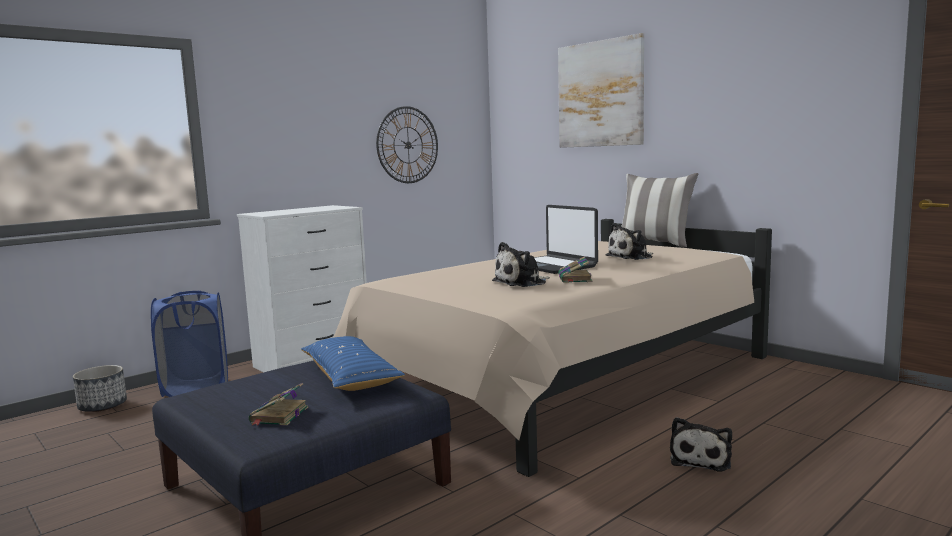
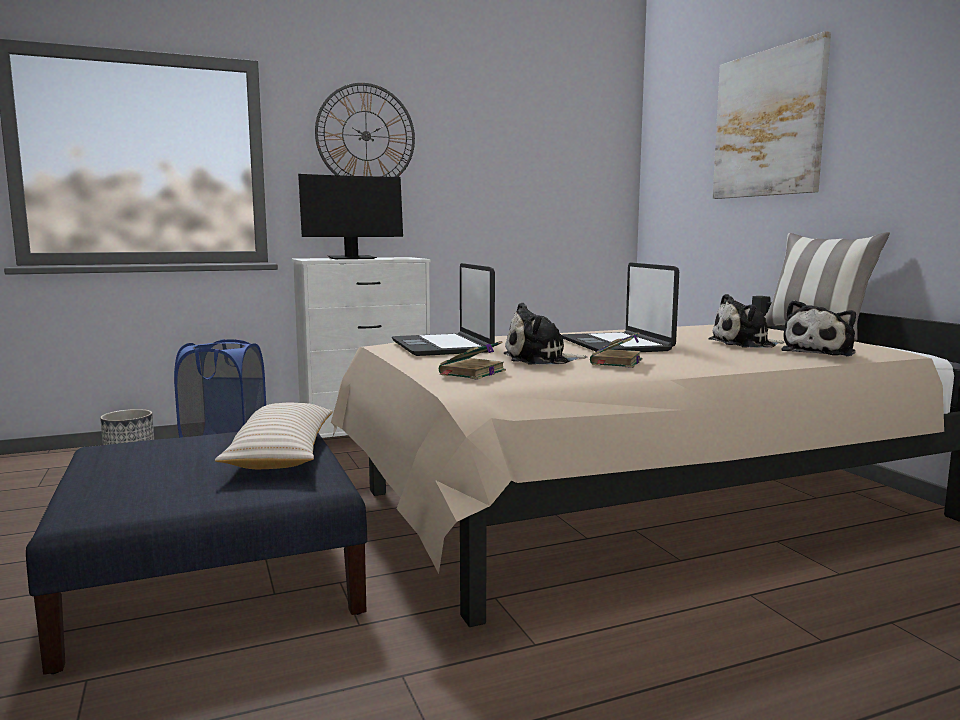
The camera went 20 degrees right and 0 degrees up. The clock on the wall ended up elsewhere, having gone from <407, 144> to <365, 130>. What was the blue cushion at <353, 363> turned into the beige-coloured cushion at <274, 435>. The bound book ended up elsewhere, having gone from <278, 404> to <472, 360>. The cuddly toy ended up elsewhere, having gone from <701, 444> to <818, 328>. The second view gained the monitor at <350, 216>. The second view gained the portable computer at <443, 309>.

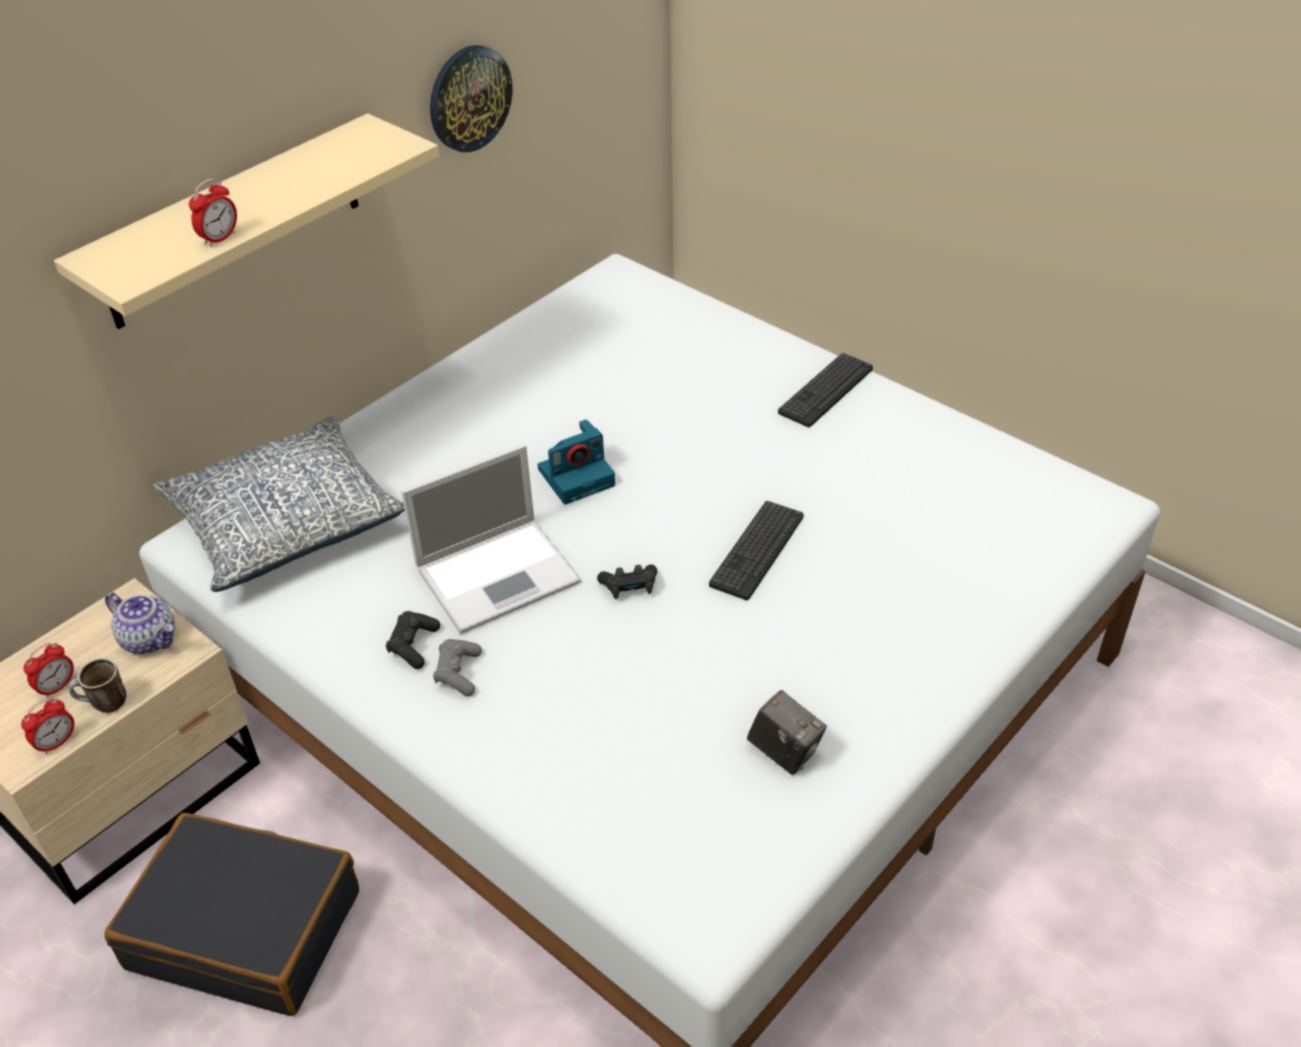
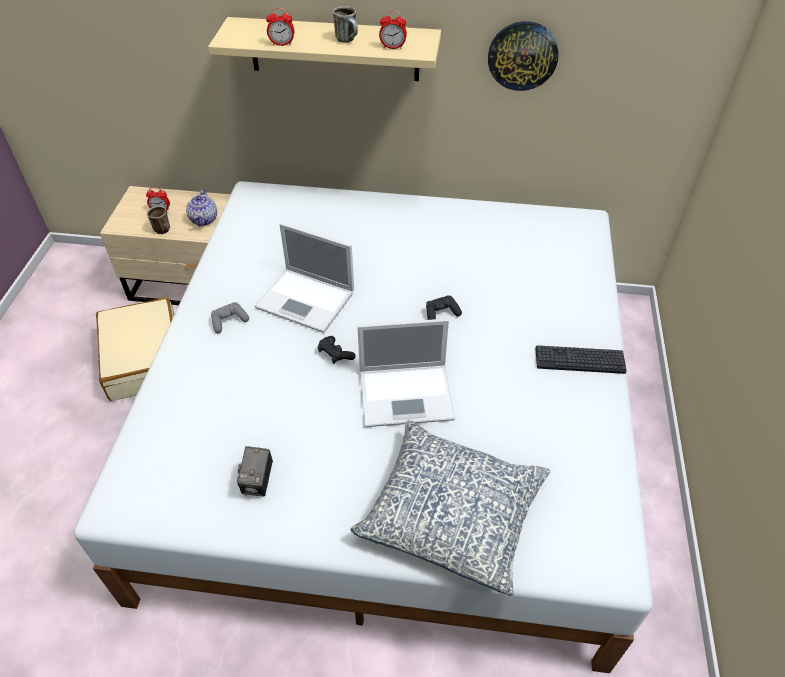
The camera went 55 degrees right and 5 degrees up. The cushion ended up elsewhere, having gone from <279, 504> to <450, 508>. The second view lost the photo camera at <576, 462>. Where the PC keyboard stood at <756, 550>, the portable computer came to stand at <406, 372>. The black joypad ended up elsewhere, having gone from <413, 640> to <444, 308>. The bedside clock ended up elsewhere, having gone from <47, 726> to <393, 30>. What was the black piece of luggage at <231, 914> turned into the beige-coloured piece of luggage at <135, 349>. The second view gained the coffee mug at <345, 24>.

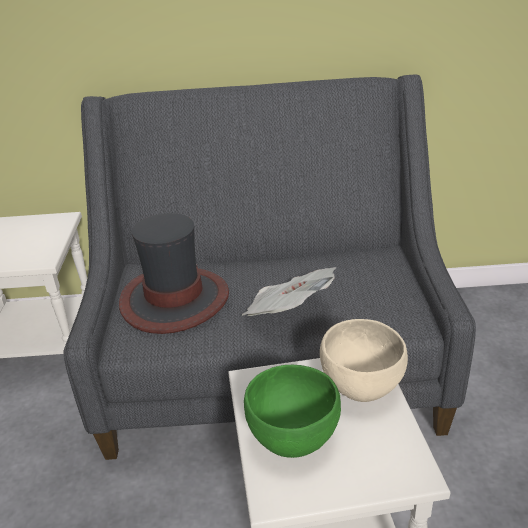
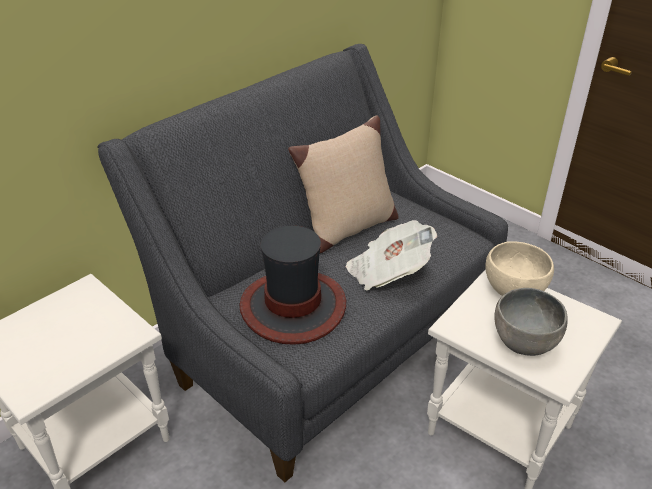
The camera went 45 degrees left and 5 degrees up. What was the green-coloured bowl at <292, 411> turned into the gray bowl at <531, 322>. The second view gained the beige-coloured cushion at <343, 184>.

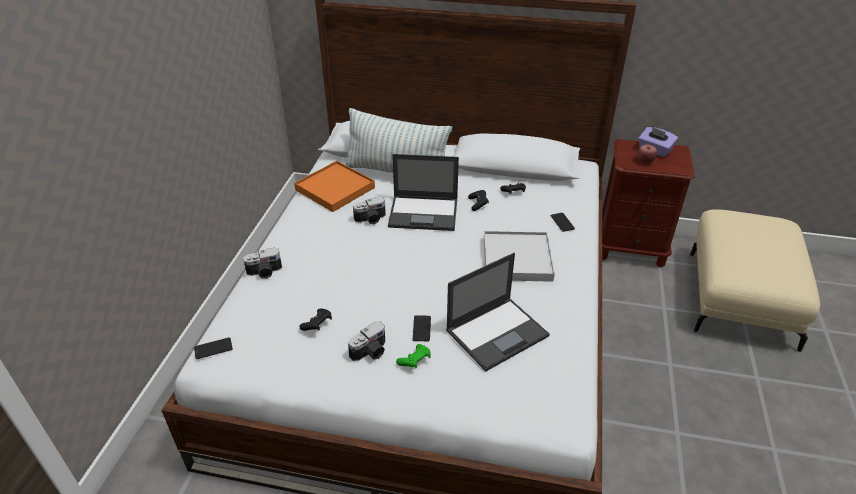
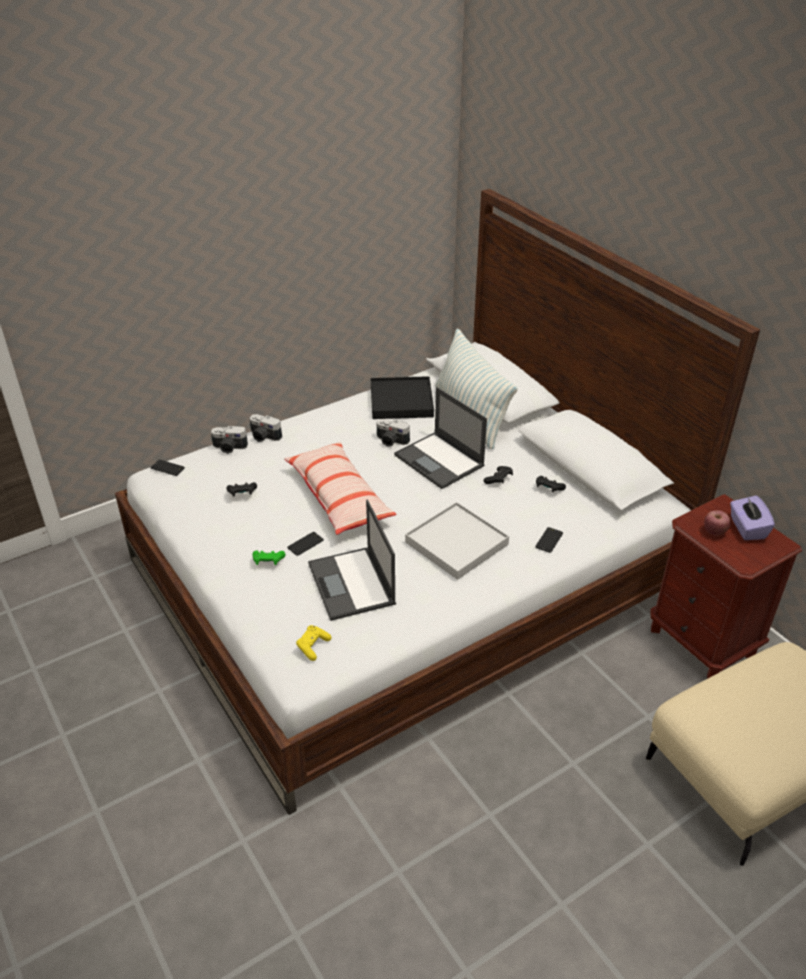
The camera went 45 degrees right and 0 degrees up. What was the orange carrying tray at <334, 186> turned into the black carrying tray at <402, 397>. The portable computer at <498, 312> ended up facing another way, 60 degrees clockwise from before. The photo camera ended up elsewhere, having gone from <366, 341> to <229, 440>. The second view gained the cushion at <340, 488>. The second view gained the yellow joypad at <313, 643>.

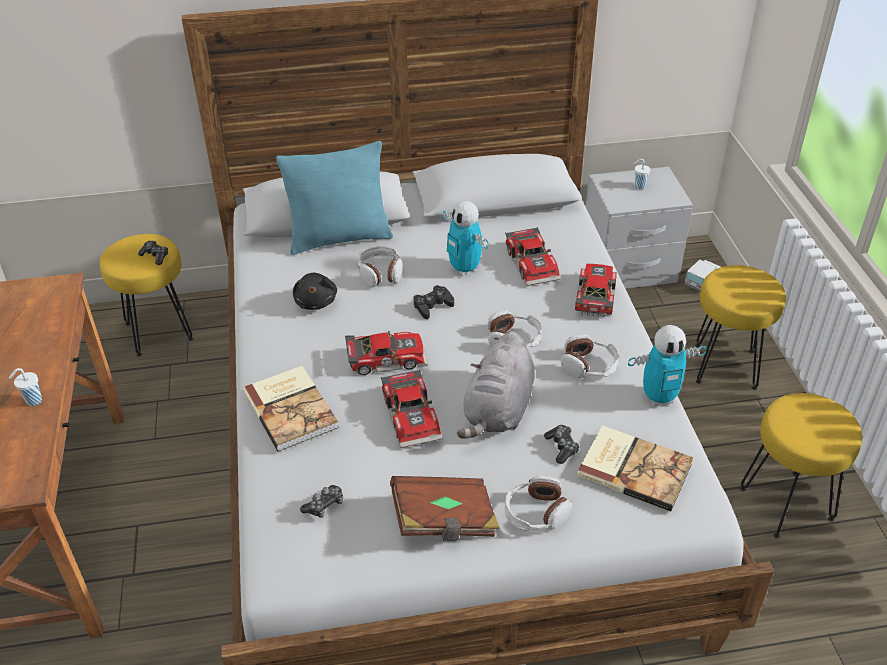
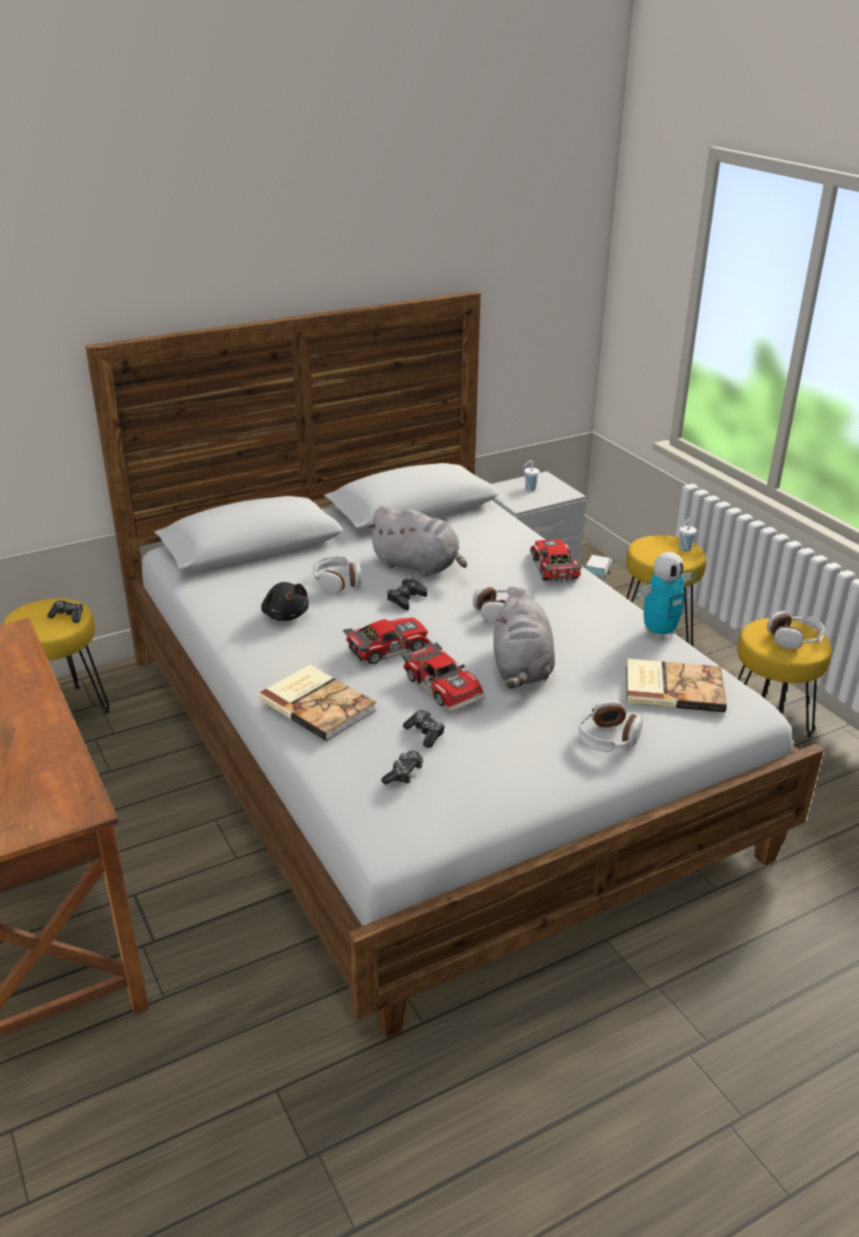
The camera went 20 degrees left and 10 degrees down. The second view lost the turquoise-coloured cushion at <334, 198>. Where the toy robot stood at <466, 238>, the gray cuddly toy came to stand at <417, 541>. The second view lost the model car at <532, 256>. The pair of headphones ended up elsewhere, having gone from <590, 356> to <796, 630>. The whitish small cup ended up elsewhere, having gone from <25, 387> to <688, 535>. The joypad ended up elsewhere, having gone from <562, 444> to <424, 729>. The second view lost the brownish bound book at <445, 508>.

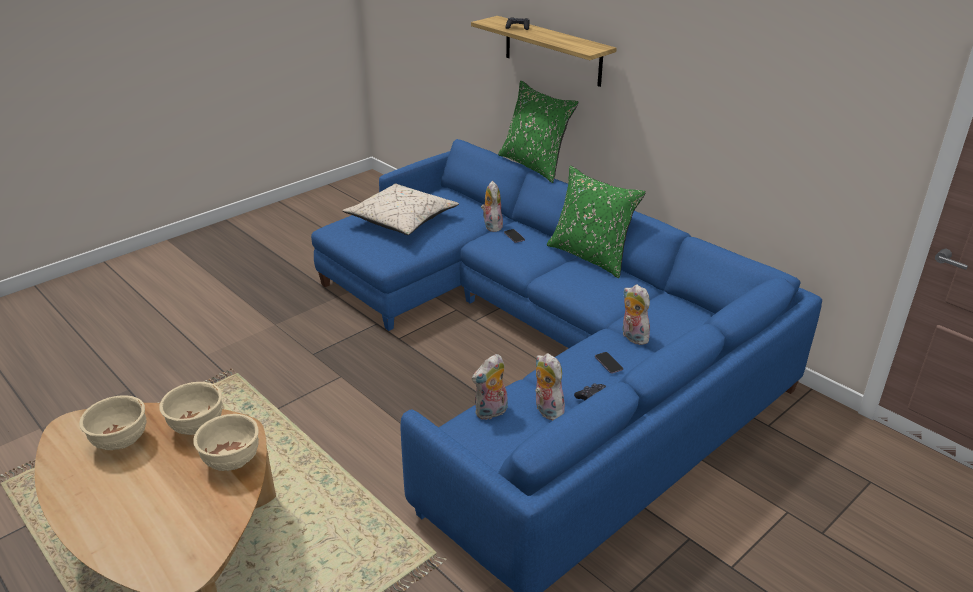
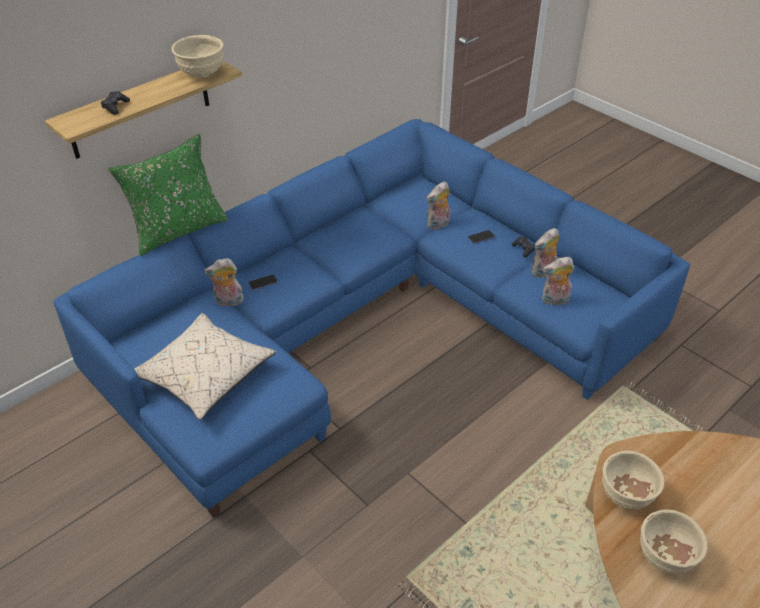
The camera went 90 degrees left and 10 degrees up. The second view lost the green-coloured cushion at <596, 221>. The cuddly toy at <490, 387> ended up facing another way, 120 degrees clockwise from before. The beige-coloured bowl ended up elsewhere, having gone from <226, 442> to <197, 56>.

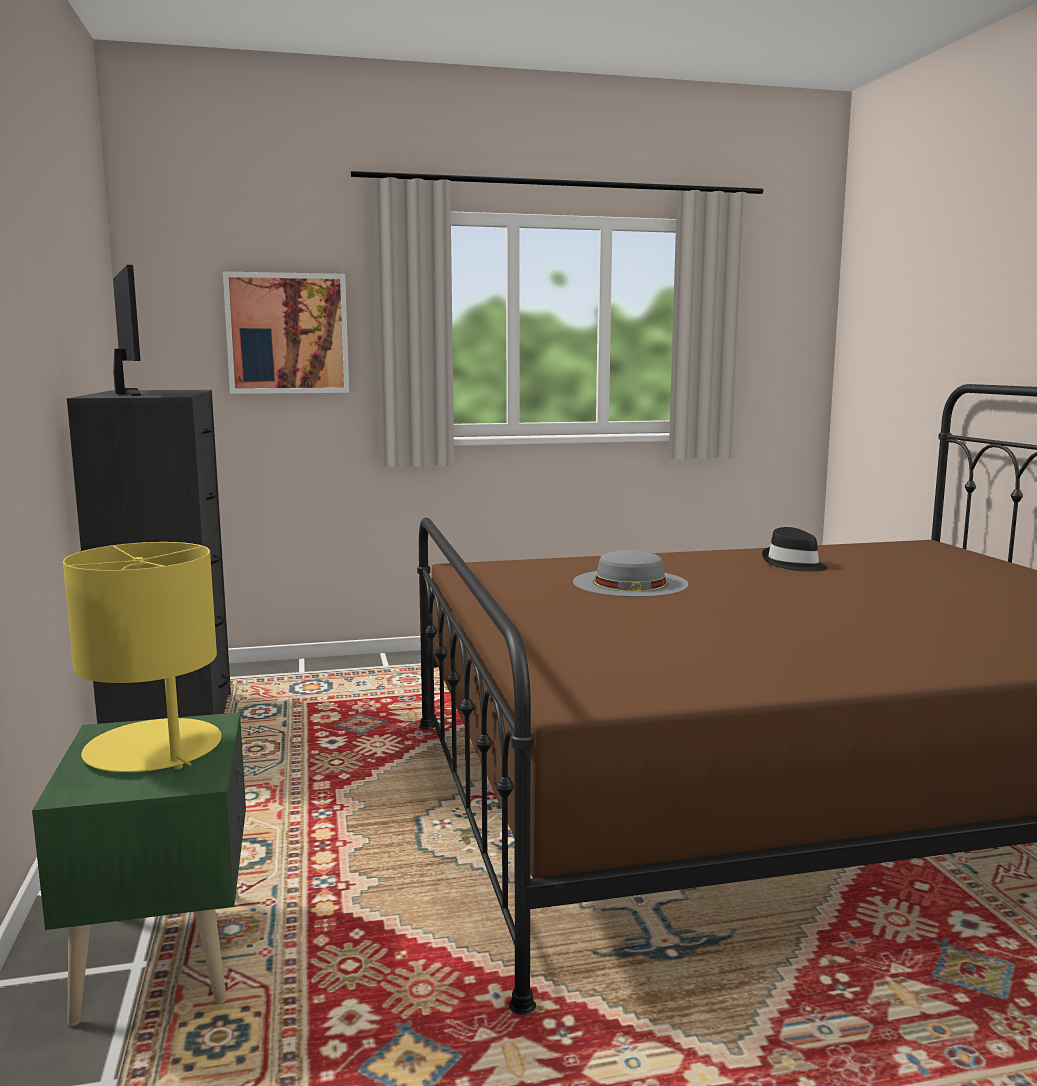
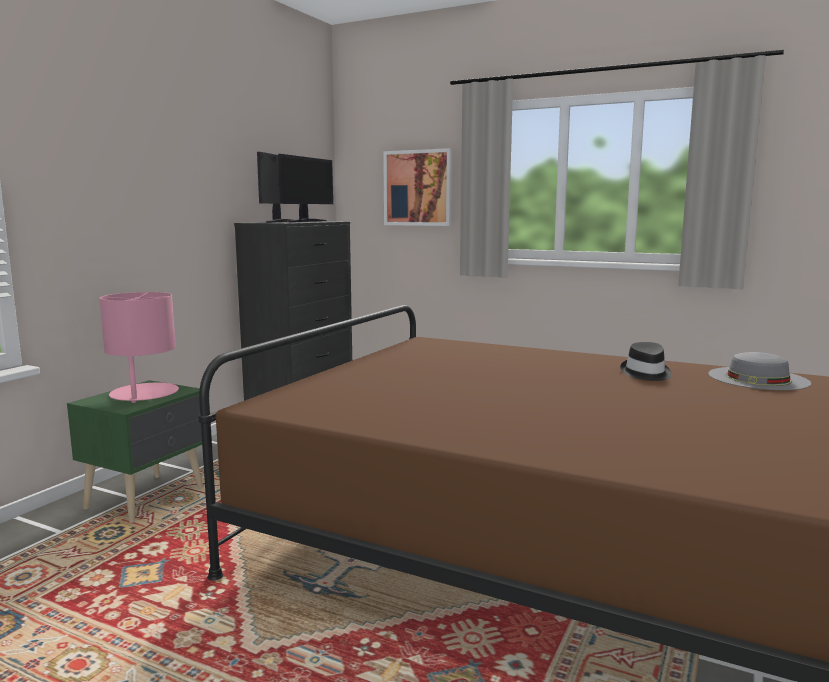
The camera went 40 degrees right and 0 degrees up. What was the yellow lamp for a table at <142, 657> turned into the pink lamp for a table at <139, 347>. The gray clothing hat ended up elsewhere, having gone from <631, 573> to <759, 371>. The second view gained the monitor at <305, 188>.

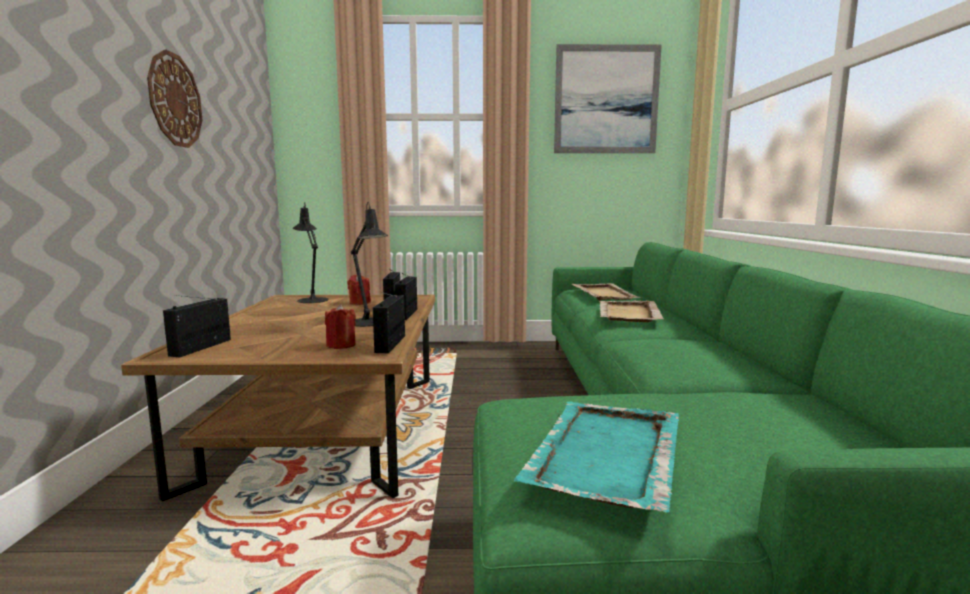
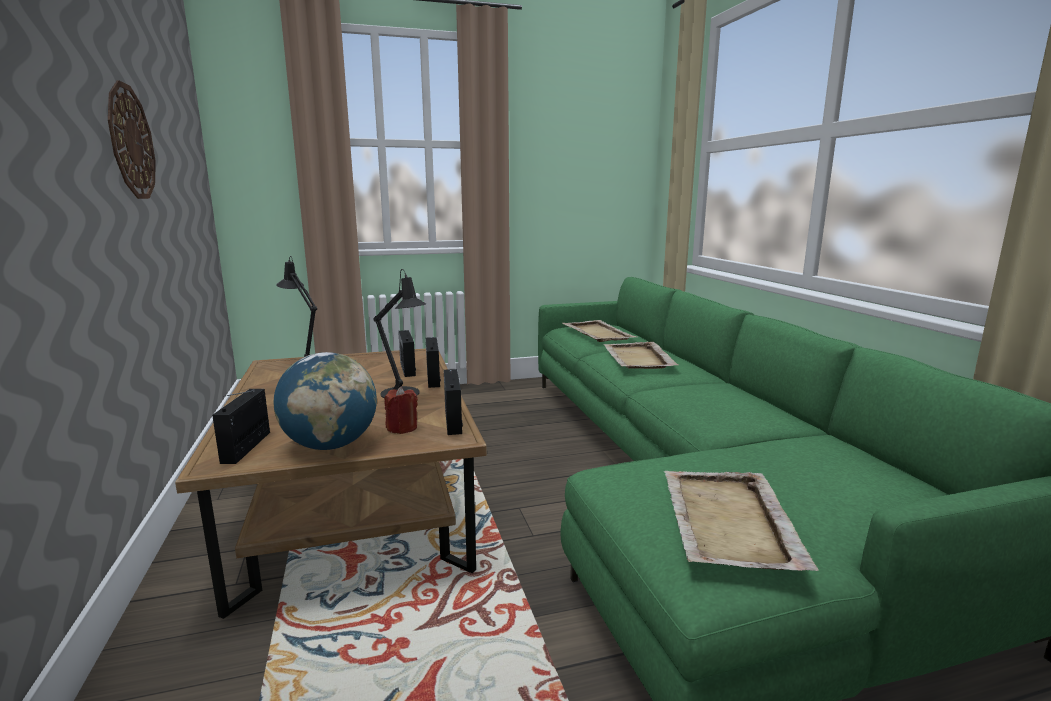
The camera went 15 degrees left and 5 degrees up. The second view lost the wall picture at <608, 98>. The second view lost the reddish wax candle at <359, 290>. What was the turquoise-coloured carrying tray at <596, 457> turned into the beige-coloured carrying tray at <741, 521>. The second view gained the globe at <325, 401>.

